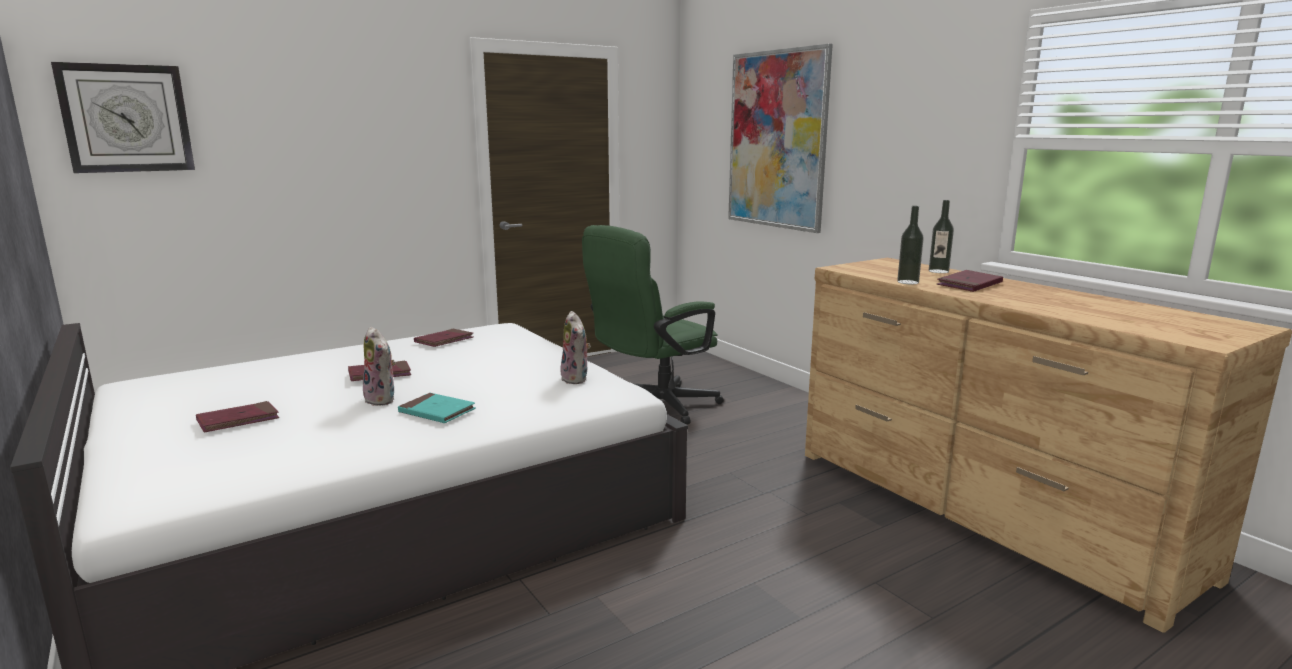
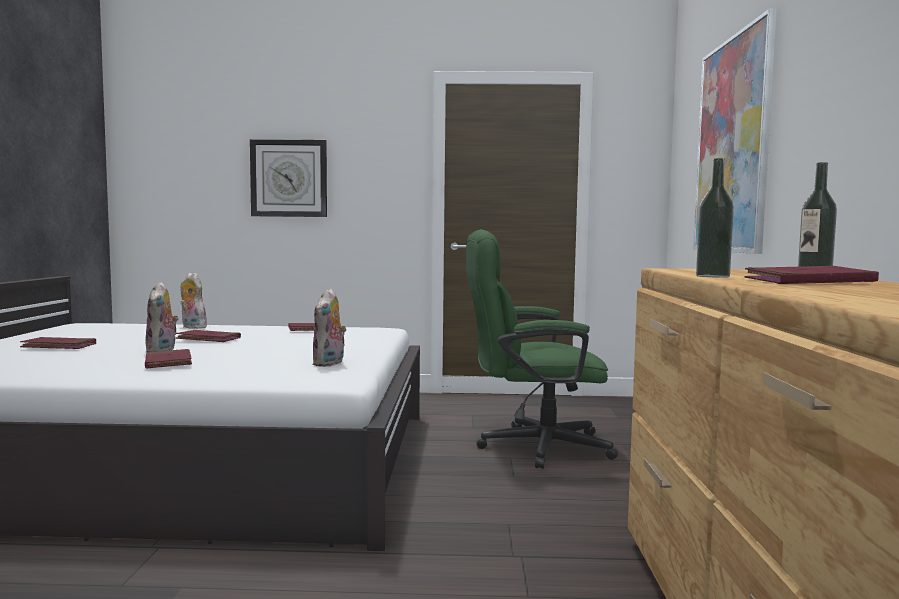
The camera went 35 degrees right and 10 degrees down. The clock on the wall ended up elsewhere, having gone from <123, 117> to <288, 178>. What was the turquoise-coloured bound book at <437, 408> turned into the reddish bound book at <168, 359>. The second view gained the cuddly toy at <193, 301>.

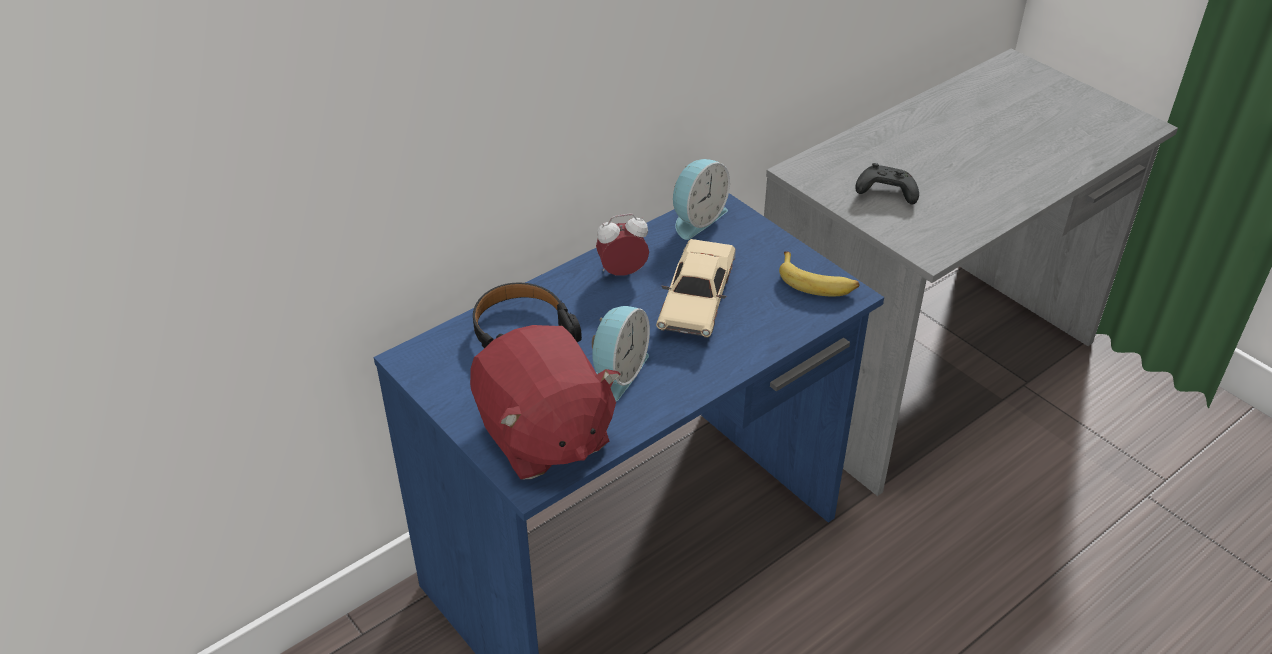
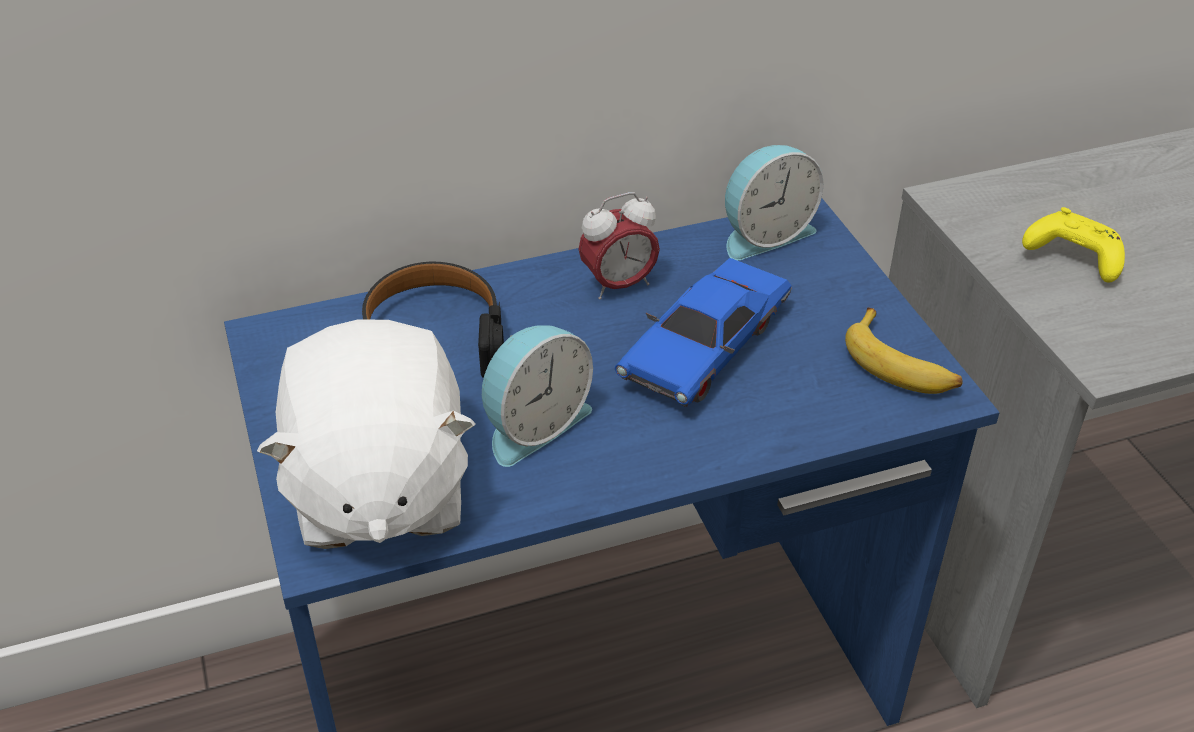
The camera went 20 degrees right and 0 degrees up. What was the black joypad at <887, 184> turned into the yellow joypad at <1073, 245>. The bedside clock at <622, 244> ended up facing another way, 150 degrees clockwise from before. What was the beige-coloured model car at <696, 288> turned into the blue model car at <703, 332>. What was the reddish cuddly toy at <545, 402> turned into the whitish cuddly toy at <366, 434>.

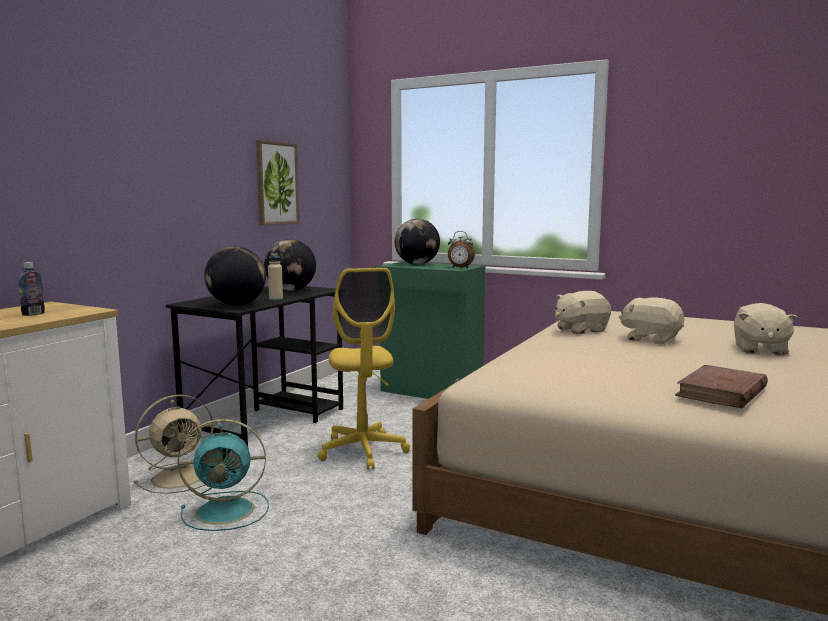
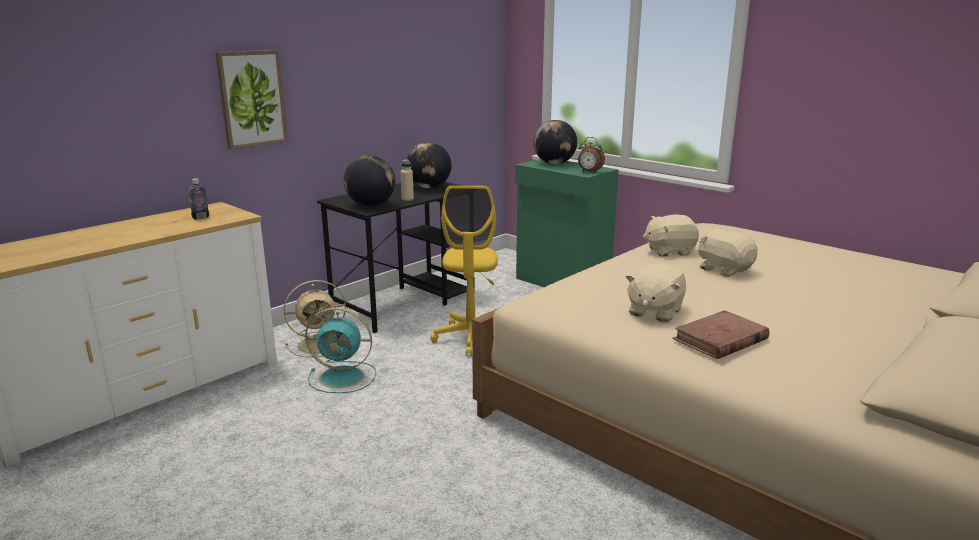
The camera went 15 degrees right and 10 degrees up. The wall picture ended up elsewhere, having gone from <277, 182> to <251, 100>. The beige-coloured cuddly toy ended up elsewhere, having gone from <766, 329> to <656, 293>.

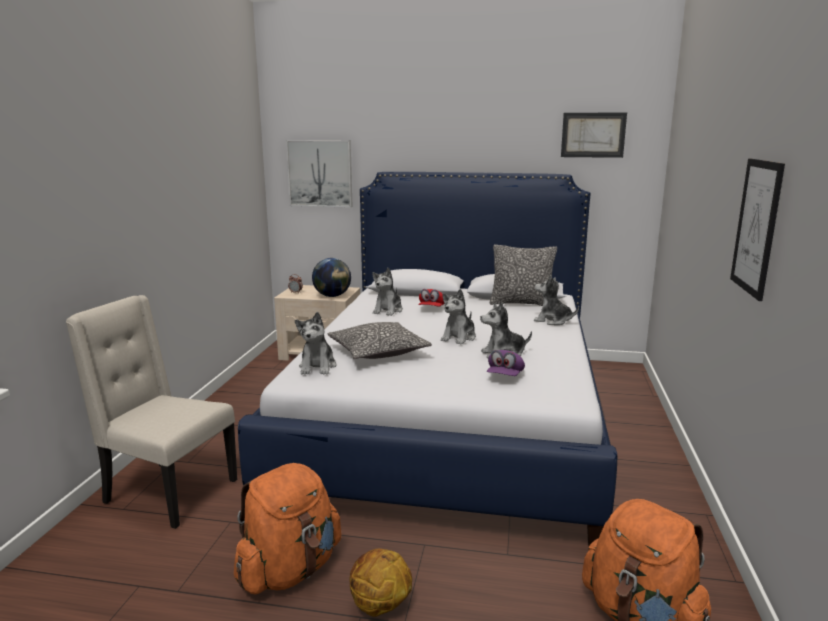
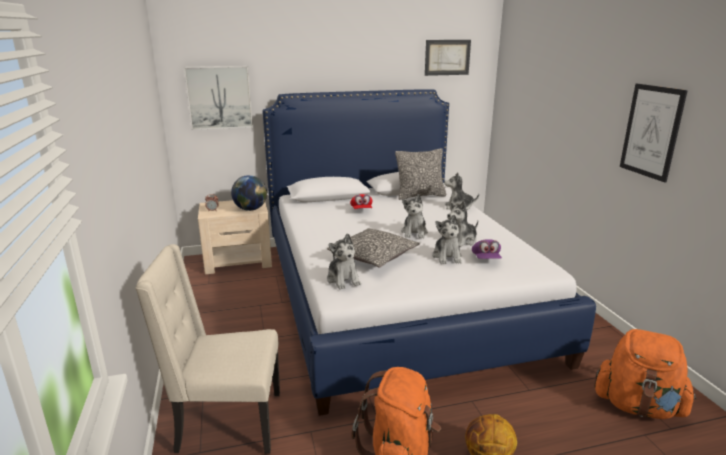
The camera went 25 degrees left and 5 degrees up. The cuddly toy ended up elsewhere, having gone from <387, 292> to <447, 239>.

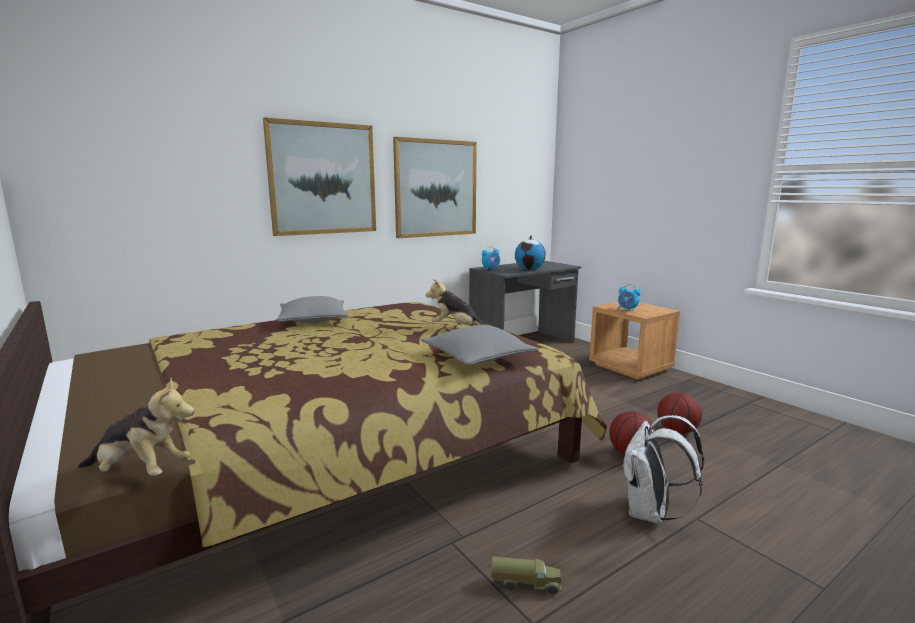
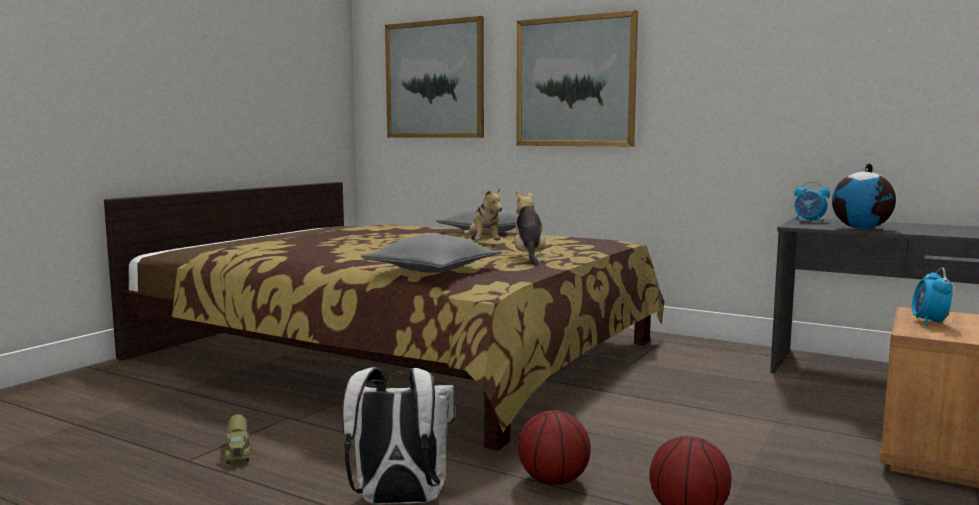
The camera went 65 degrees right and 5 degrees down. The wall picture ended up elsewhere, having gone from <435, 187> to <434, 77>. The cuddly toy ended up elsewhere, having gone from <136, 426> to <483, 214>.

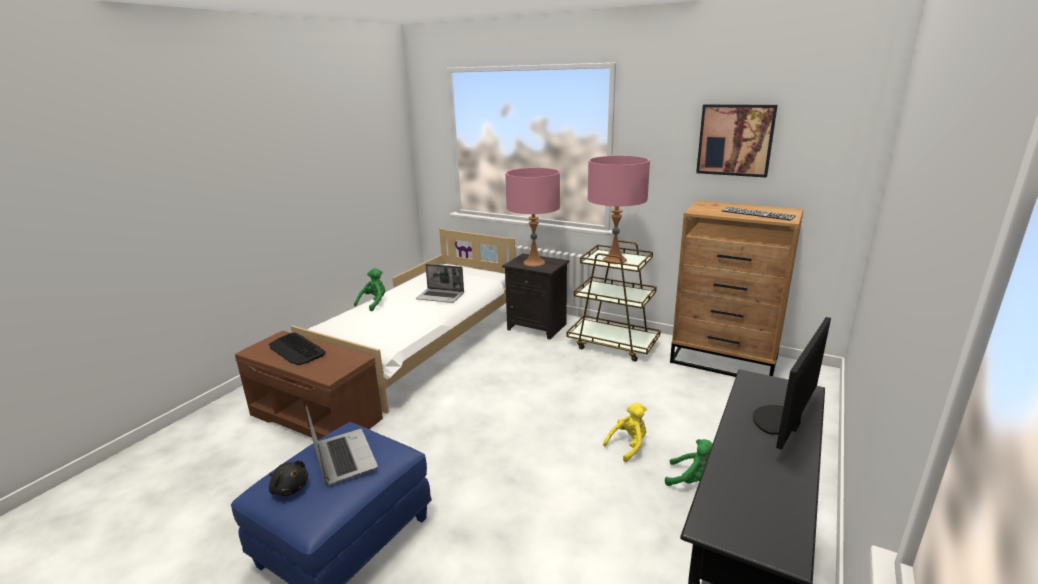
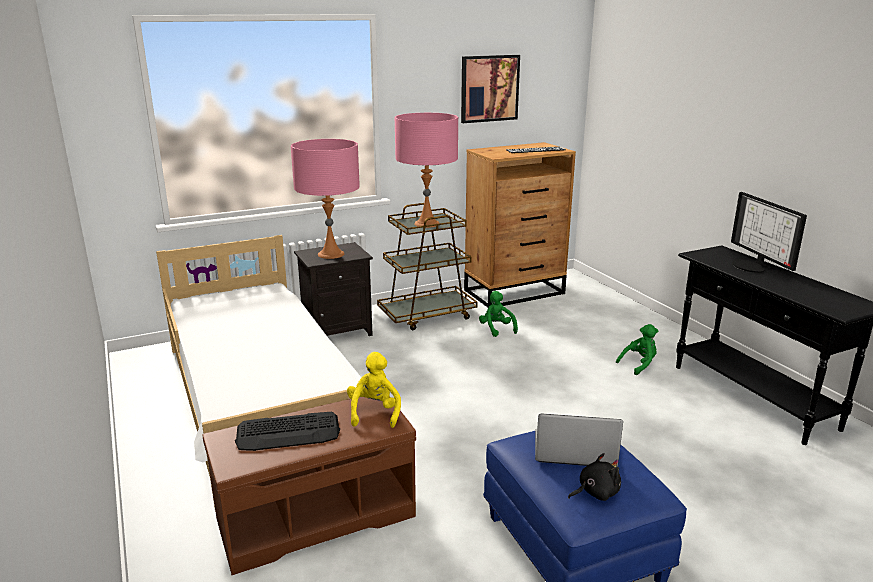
The camera went 55 degrees left and 0 degrees up. The second view lost the portable computer at <440, 283>. The green-coloured cuddly toy ended up elsewhere, having gone from <370, 289> to <498, 314>. The yellow cuddly toy ended up elsewhere, having gone from <625, 432> to <374, 390>.

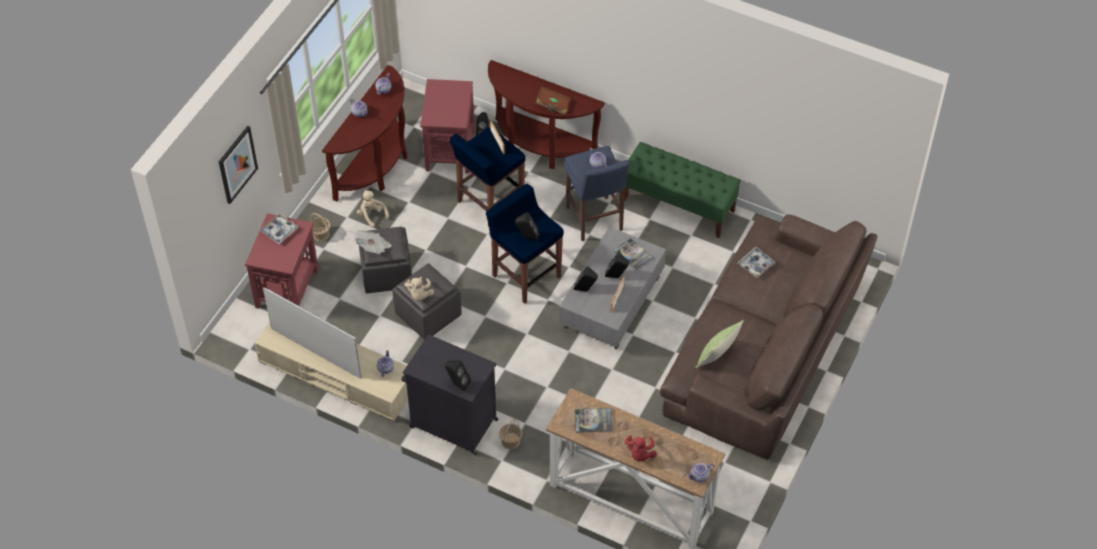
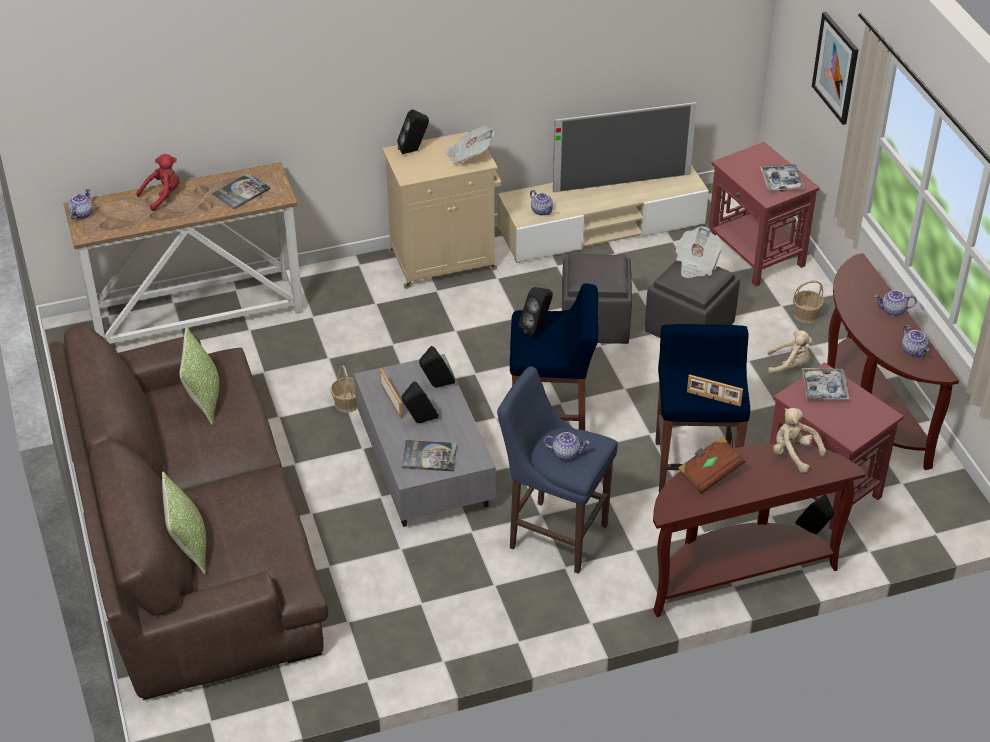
The camera went 135 degrees right and 10 degrees down. The second view lost the green-coloured bench at <682, 190>. The carrying tray ended up elsewhere, having gone from <757, 262> to <825, 384>. The beige-coloured cuddly toy ended up elsewhere, having gone from <419, 289> to <799, 440>. What was the black storage cabinet at <449, 394> turned into the beige-coloured storage cabinet at <441, 210>. The storage basket ended up elsewhere, having gone from <510, 434> to <344, 389>. The reddish cuddly toy at <641, 448> ended up facing another way, 90 degrees clockwise from before. The second view gained the daily paper at <470, 145>. The second view gained the cushion at <184, 522>.

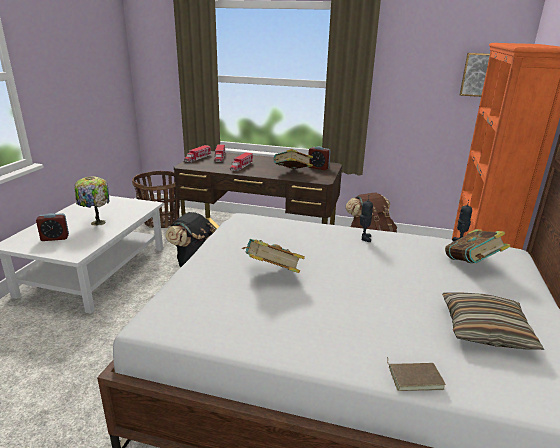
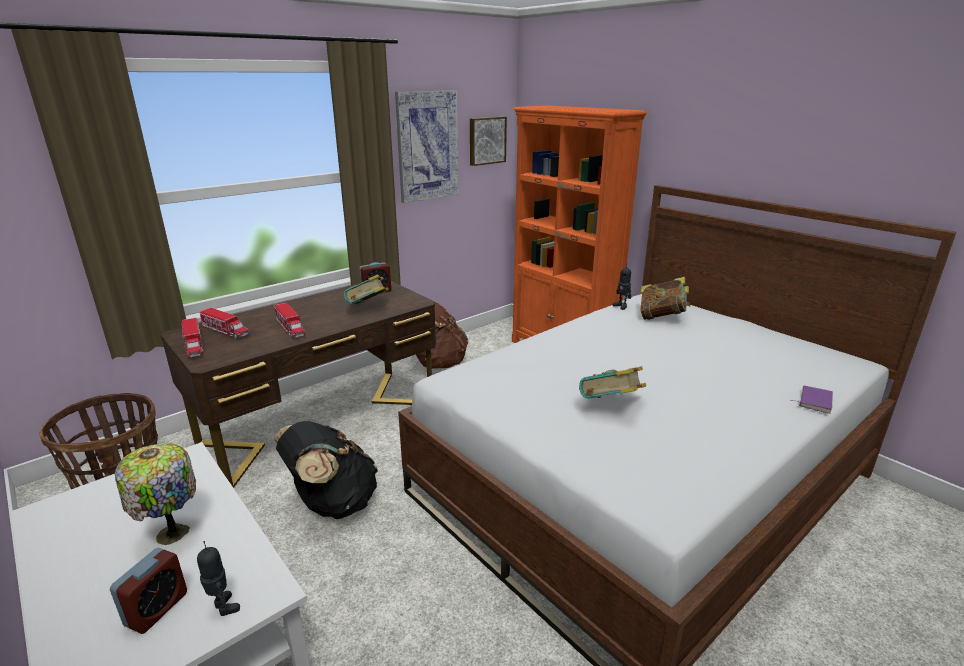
The camera went 55 degrees left and 0 degrees up. The toy robot ended up elsewhere, having gone from <366, 218> to <218, 578>. The second view lost the cushion at <493, 321>. What was the brownish bound book at <416, 374> turned into the purple bound book at <811, 400>. The second view gained the wall picture at <427, 147>.

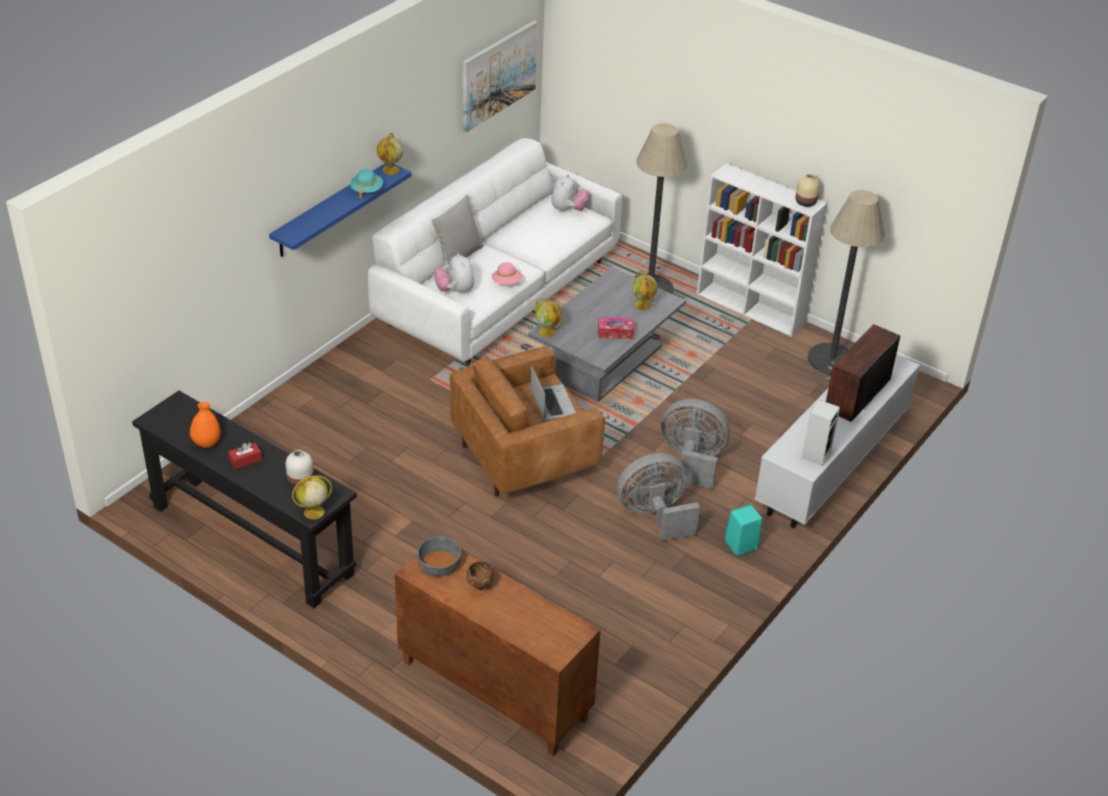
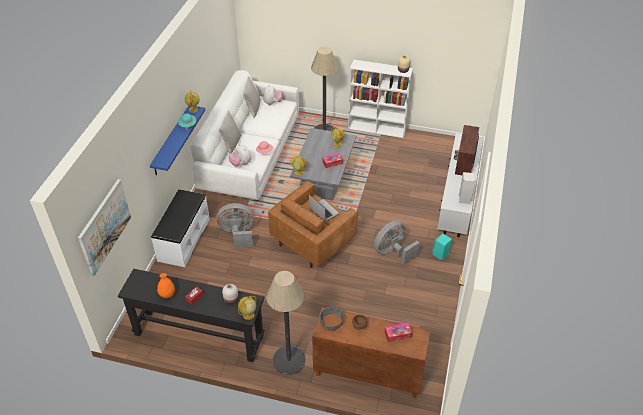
The camera went 20 degrees left and 5 degrees up. The wall picture ended up elsewhere, having gone from <500, 76> to <104, 227>. The floor lamp ended up elsewhere, having gone from <846, 282> to <286, 323>. The gray electric fan ended up elsewhere, having gone from <695, 444> to <235, 225>. The second view gained the gray cushion at <252, 97>. The second view gained the whitish bench at <180, 228>. The second view gained the tissue box at <398, 332>.

